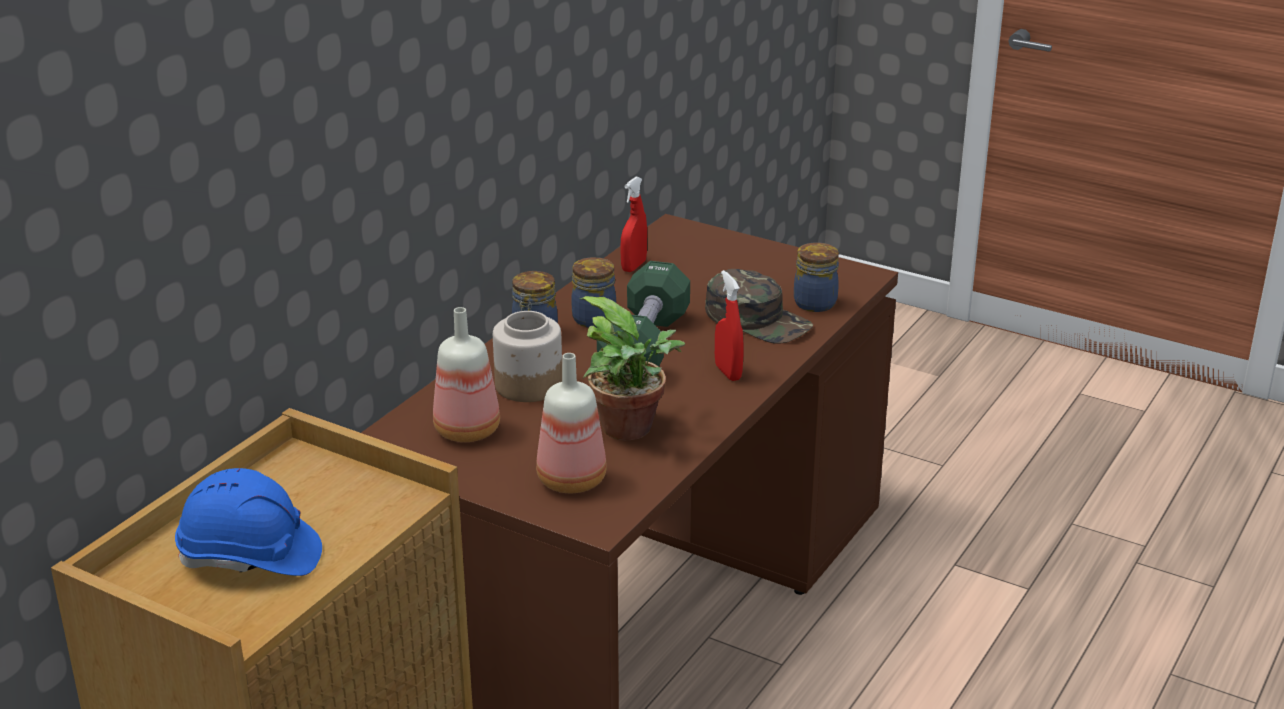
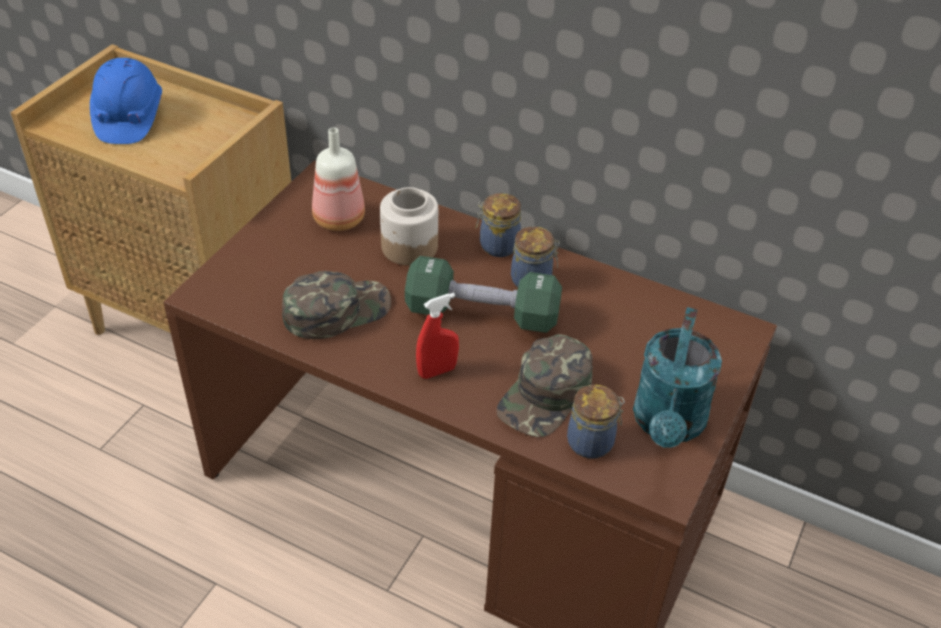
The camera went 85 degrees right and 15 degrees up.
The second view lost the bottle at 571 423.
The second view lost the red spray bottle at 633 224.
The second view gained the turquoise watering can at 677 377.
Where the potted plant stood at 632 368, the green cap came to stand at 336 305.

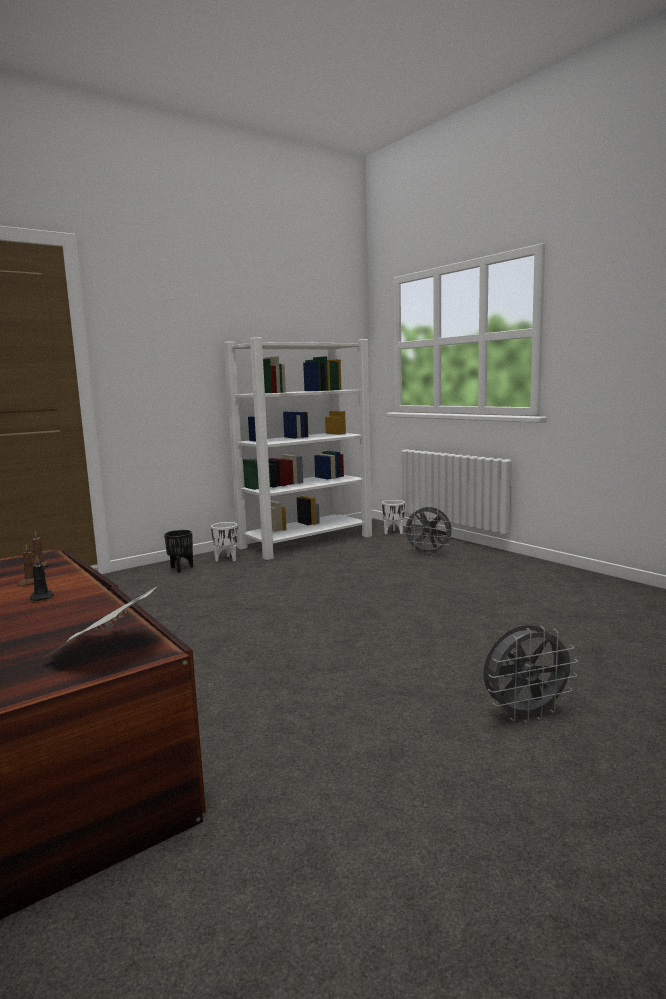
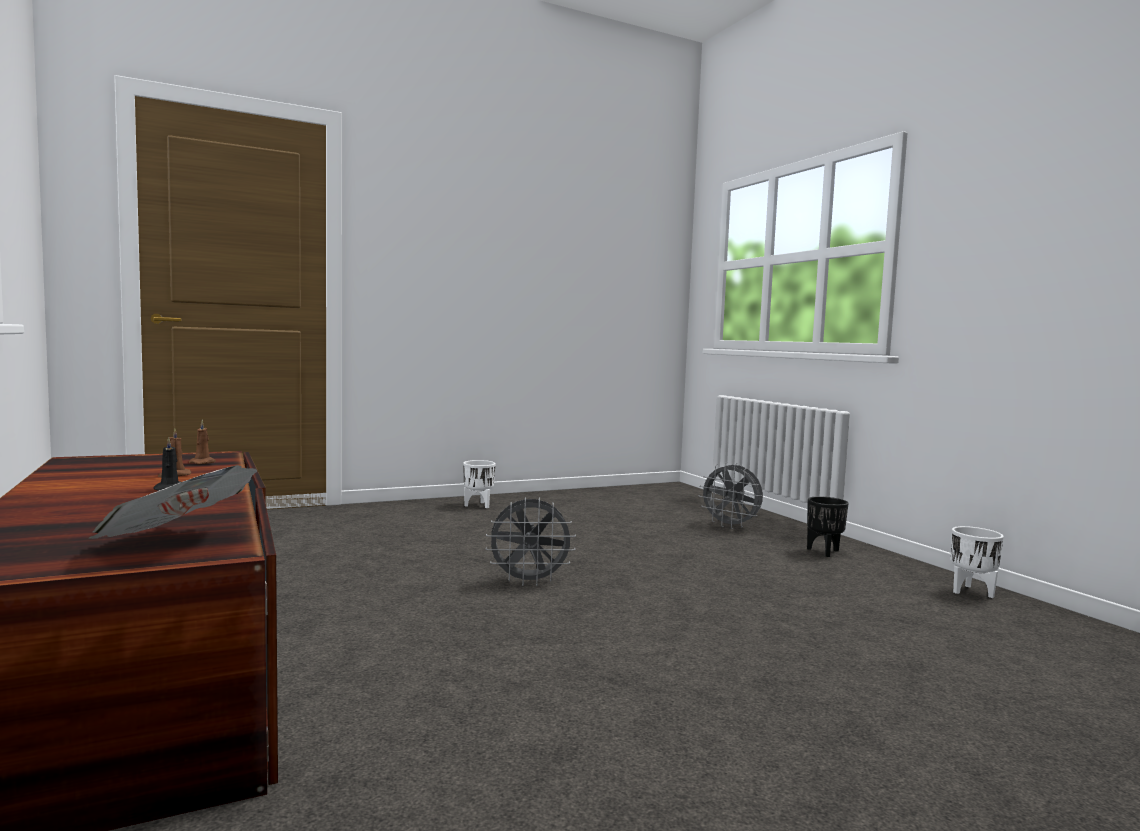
The camera went 10 degrees right and 5 degrees down.
The second view lost the white bookcase at 298 448.
The black planter ended up elsewhere, having gone from 178 551 to 828 526.
The white planter ended up elsewhere, having gone from 393 517 to 977 562.
The grey fan ended up elsewhere, having gone from 531 674 to 531 541.

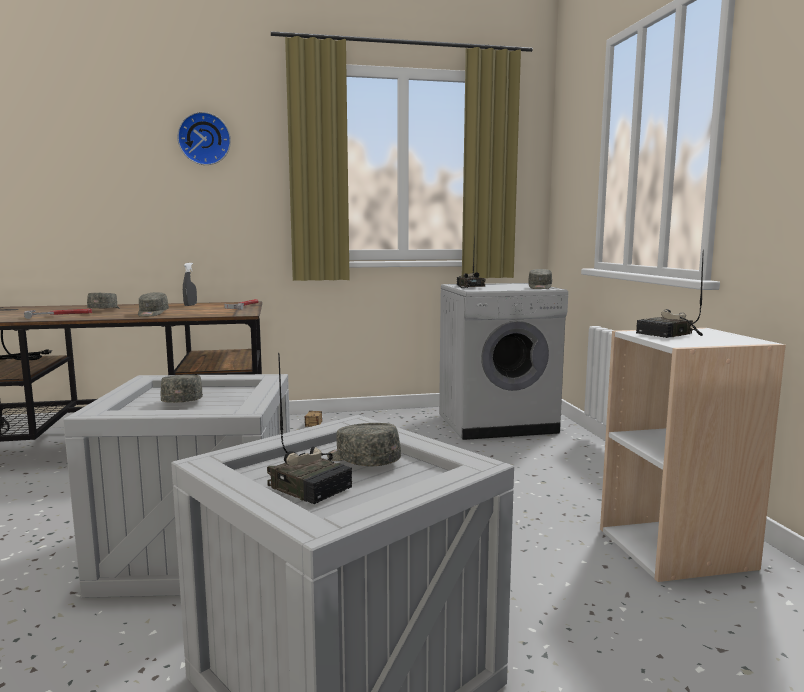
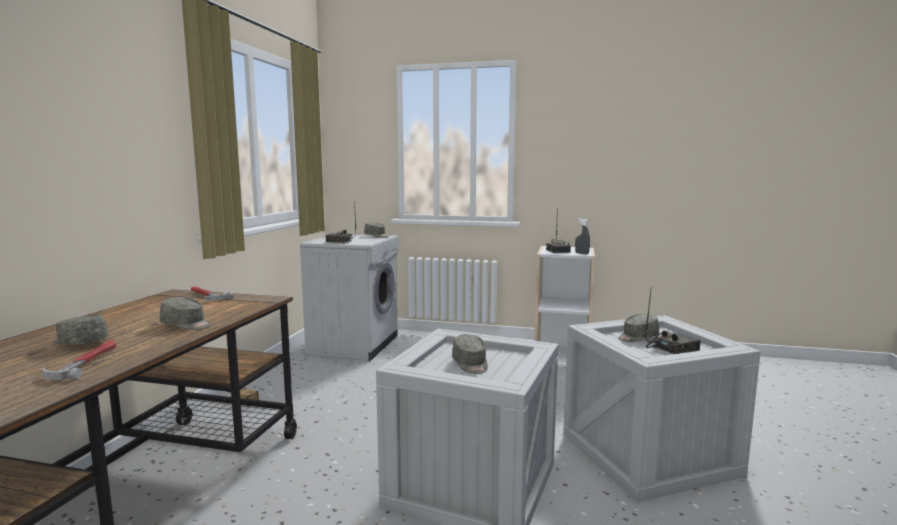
The camera went 65 degrees left and 0 degrees up.
The second view lost the wall clock at 204 138.
The grey spray bottle ended up elsewhere, having gone from 190 284 to 582 236.
The grey cap at 182 389 ended up facing another way, 120 degrees counterclockwise from before.

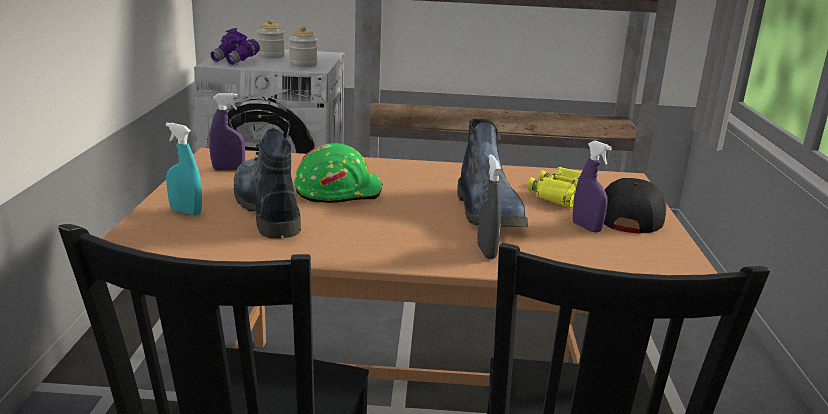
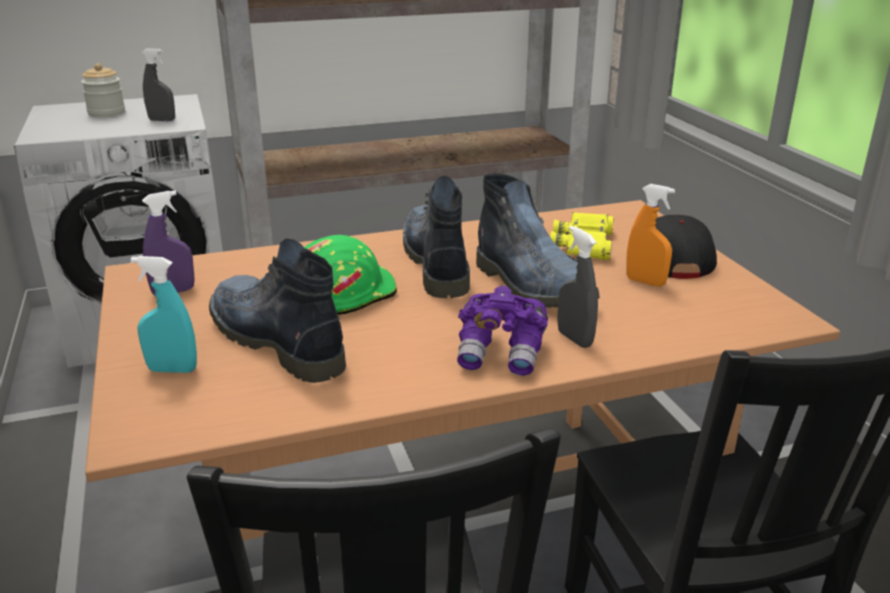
The camera went 20 degrees left and 5 degrees up.
The second view gained the boot at 436 236.
The purple binoculars ended up elsewhere, having gone from 235 46 to 502 331.
Where the jar stood at 303 46, the grey spray bottle came to stand at 158 84.
What was the purple spray bottle at 592 187 turned into the orange spray bottle at 650 235.

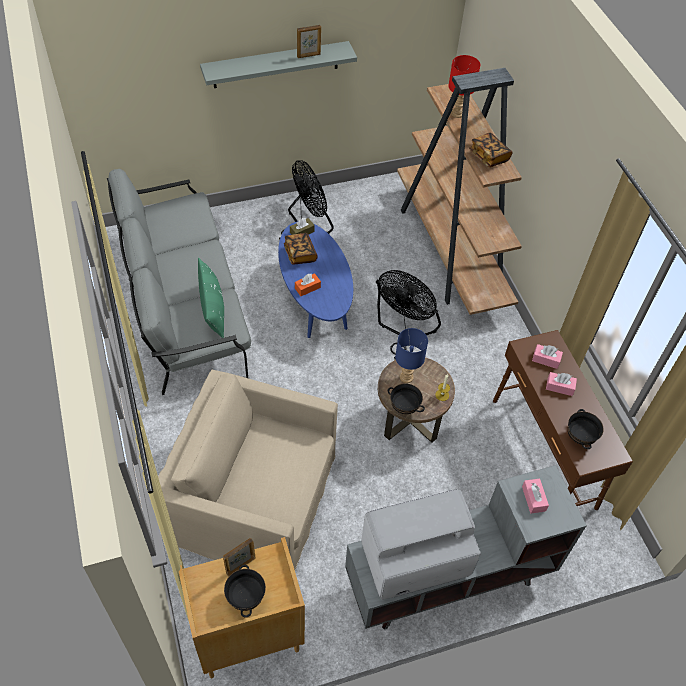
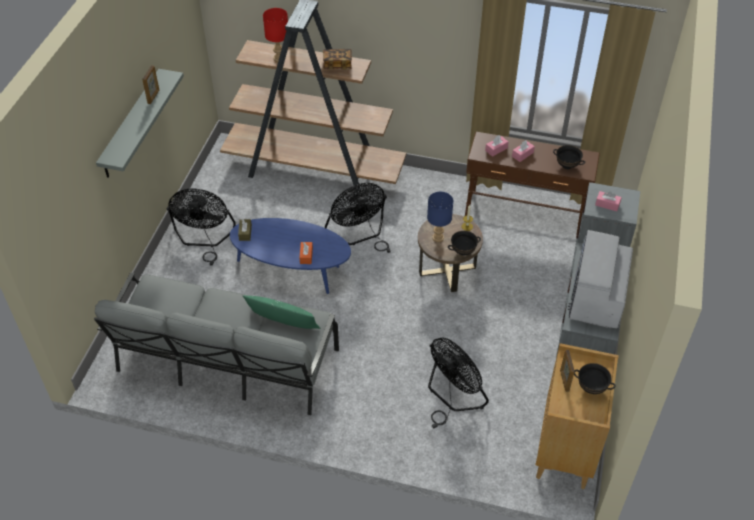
The camera went 55 degrees left and 5 degrees down.
The second view lost the book at 301 249.
Where the beige armchair stood at 248 470, the black fan came to stand at 458 383.

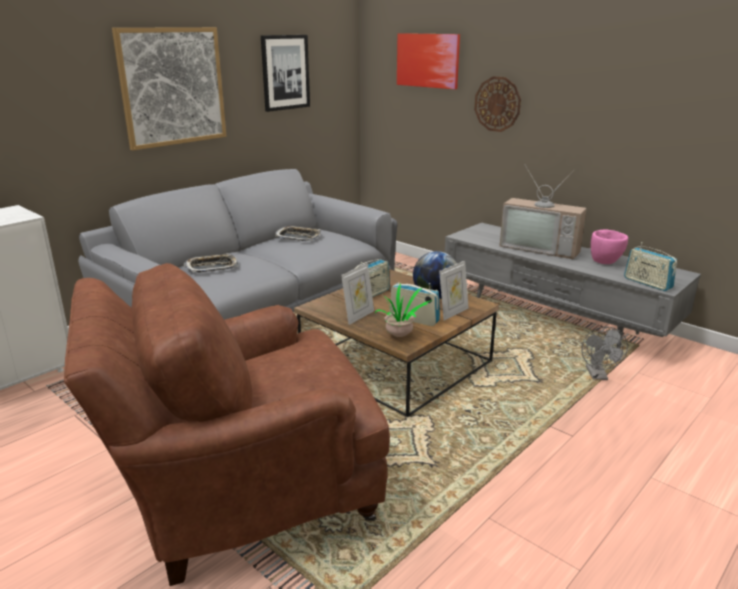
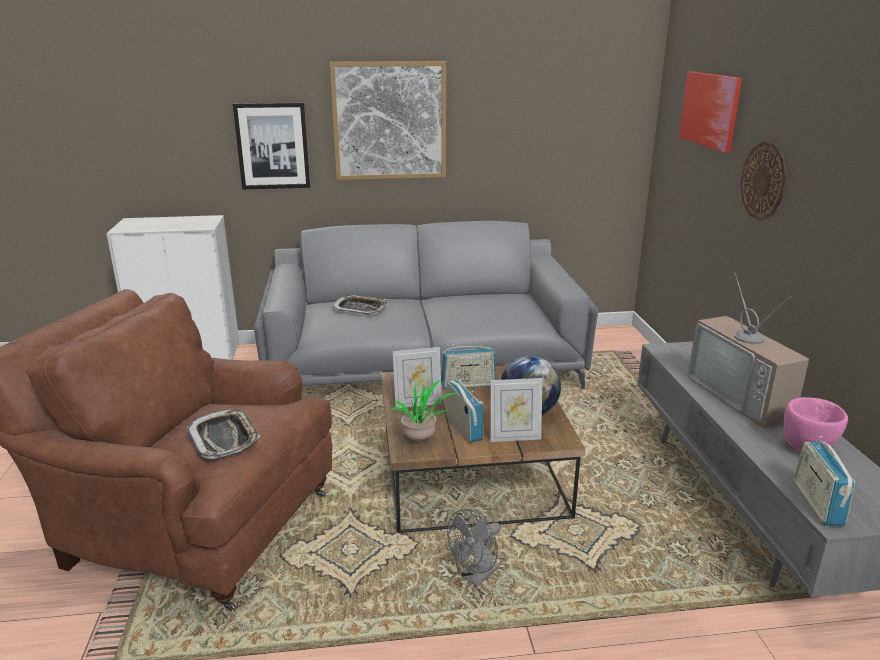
The camera went 40 degrees right and 0 degrees up.
The picture ended up elsewhere, having gone from 285 73 to 271 146.
The tray ended up elsewhere, having gone from 298 233 to 223 434.
The grey fan ended up elsewhere, having gone from 605 353 to 474 548.

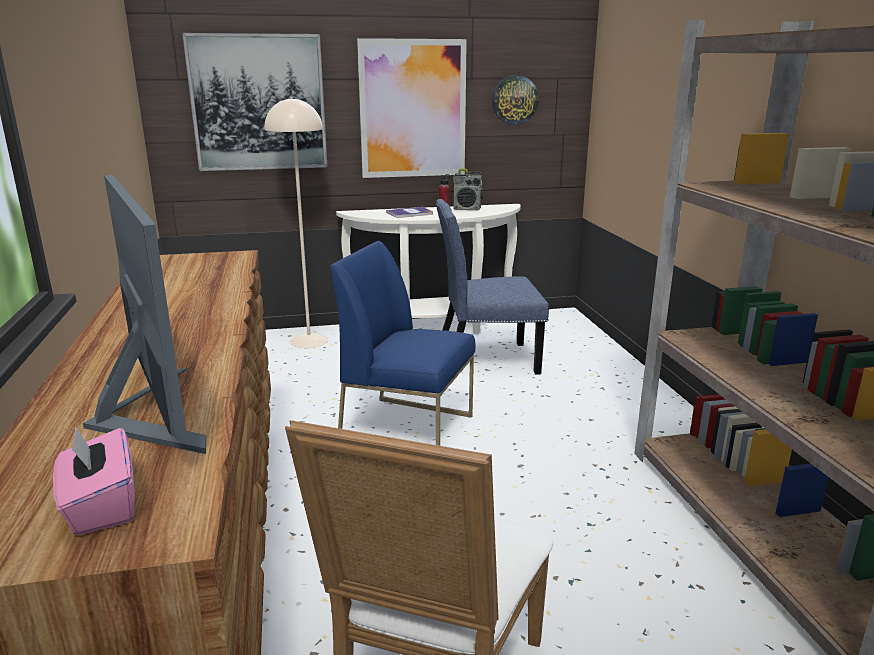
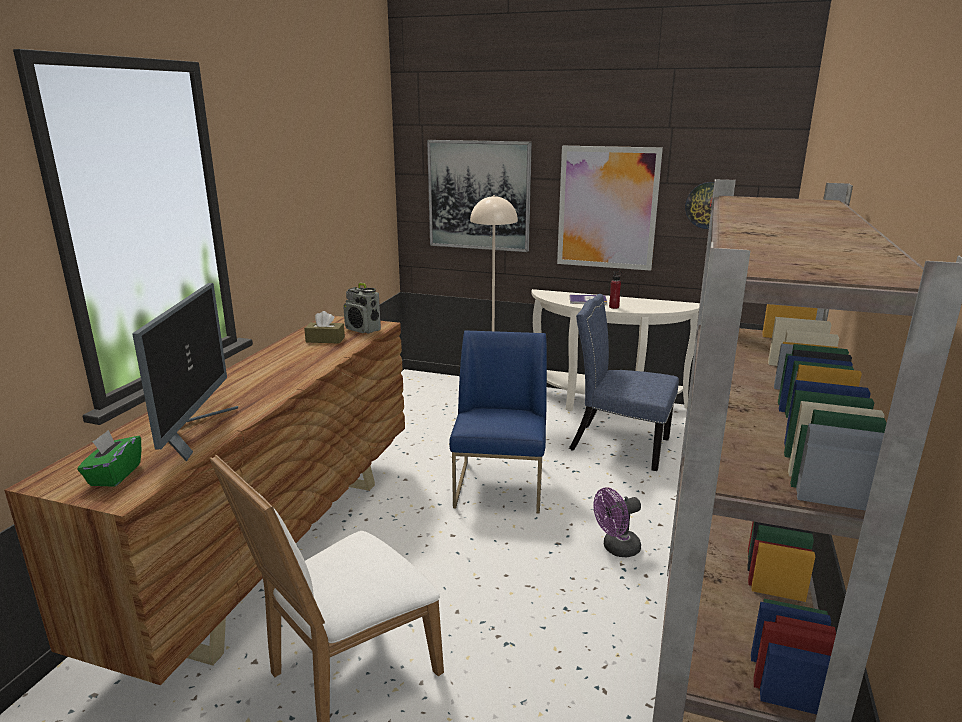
The camera went 30 degrees right and 0 degrees up.
The second view gained the brown tissue box at 324 327.
The second view gained the purple fan at 617 522.
The radio ended up elsewhere, having gone from 468 189 to 362 308.
What was the pink tissue box at 94 480 turned into the green tissue box at 109 458.
The blue chair at 402 343 ended up facing another way, 45 degrees clockwise from before.

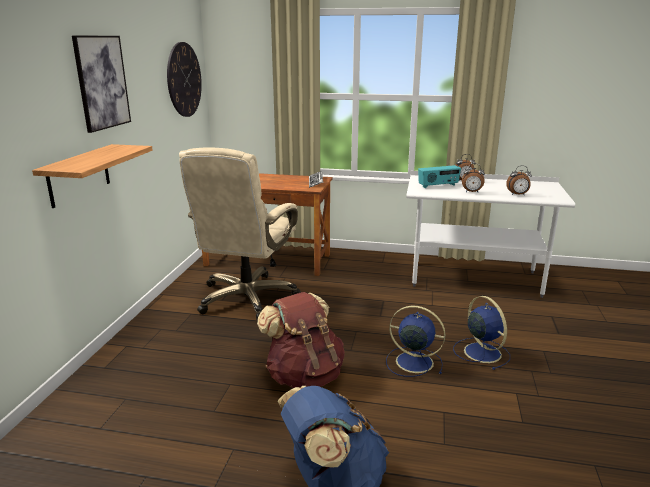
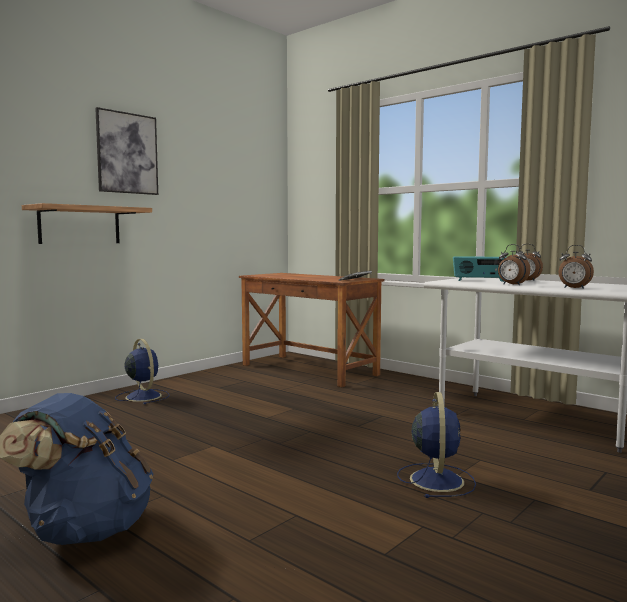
The camera went 30 degrees right and 15 degrees down.
The second view lost the wall clock at 184 79.
The second view lost the beige office chair at 240 233.
The second view lost the brown backpack at 301 340.
The blue fan ended up elsewhere, having gone from 416 341 to 142 371.

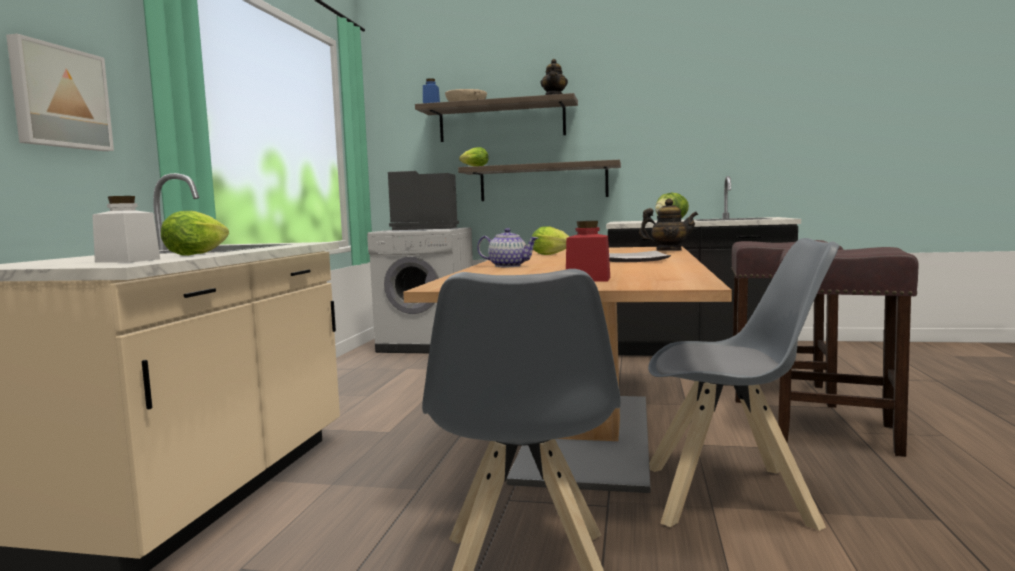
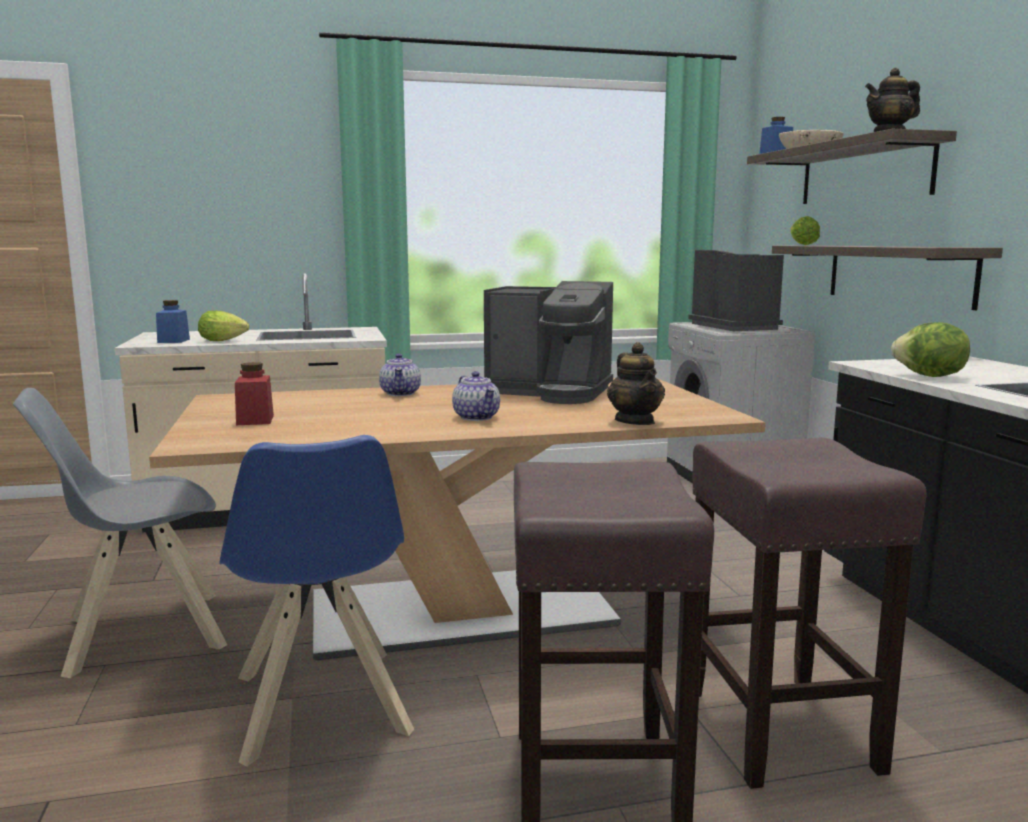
The camera went 65 degrees right and 5 degrees up.
The second view lost the picture at 60 92.
Where the lettuce stood at 551 240, the coffee machine came to stand at 548 342.
Where the plate stood at 640 256, the teapot came to stand at 476 396.
What was the white jar at 126 229 turned into the blue jar at 173 321.
What was the grey chair at 743 384 turned into the blue chair at 316 600.

